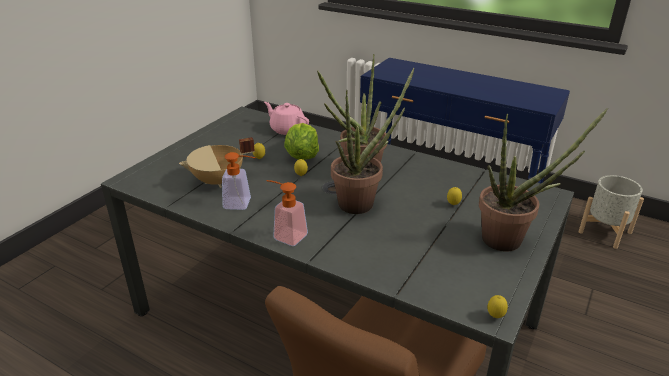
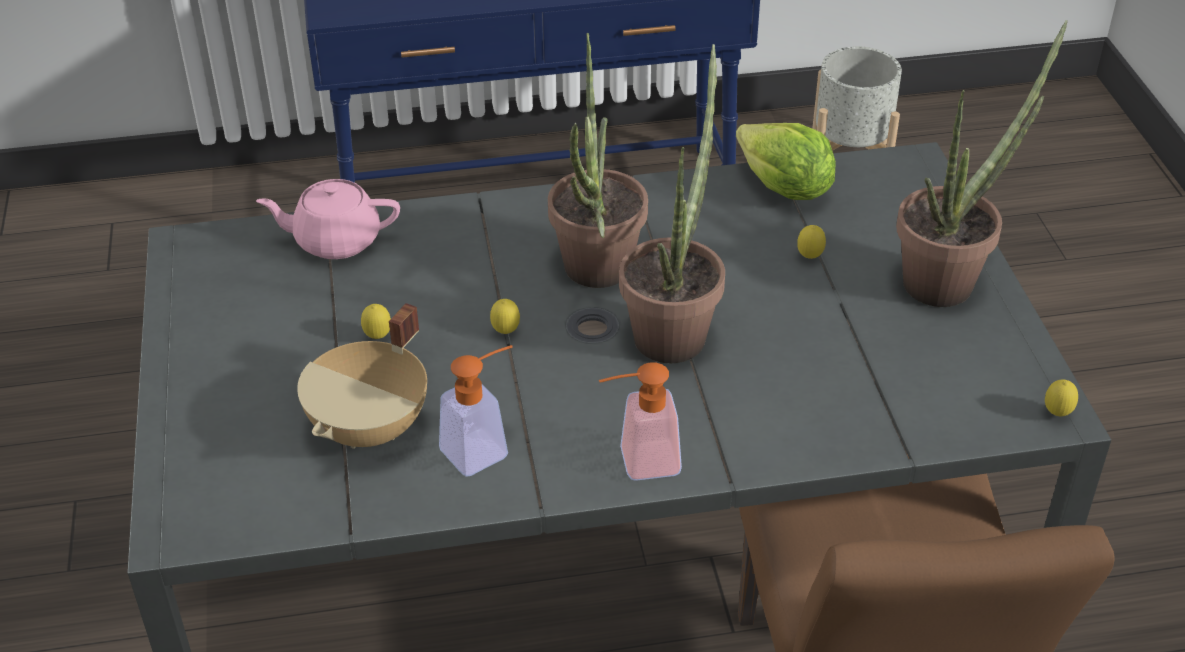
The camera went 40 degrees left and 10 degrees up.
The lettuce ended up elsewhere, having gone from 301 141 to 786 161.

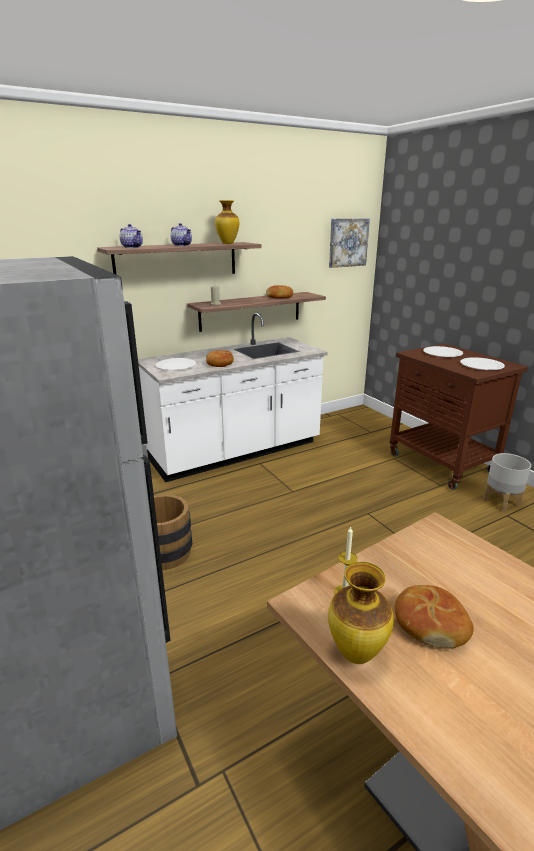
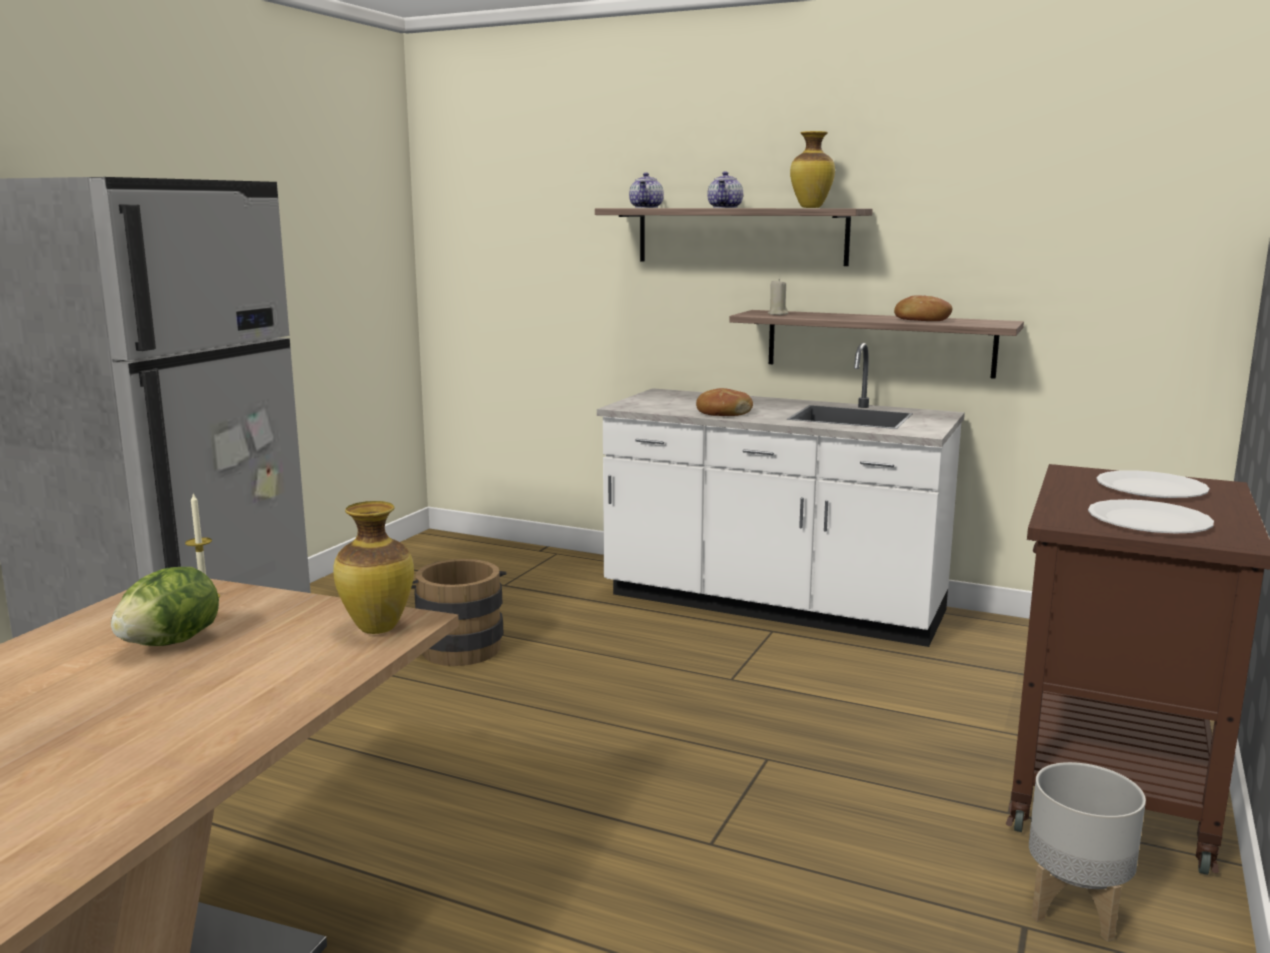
The camera went 55 degrees right and 10 degrees down.
The second view lost the white plate at 176 364.
The second view lost the picture at 349 243.
The vase ended up elsewhere, having gone from 361 613 to 373 567.
Where the bread stood at 434 617, the lettuce came to stand at 165 606.

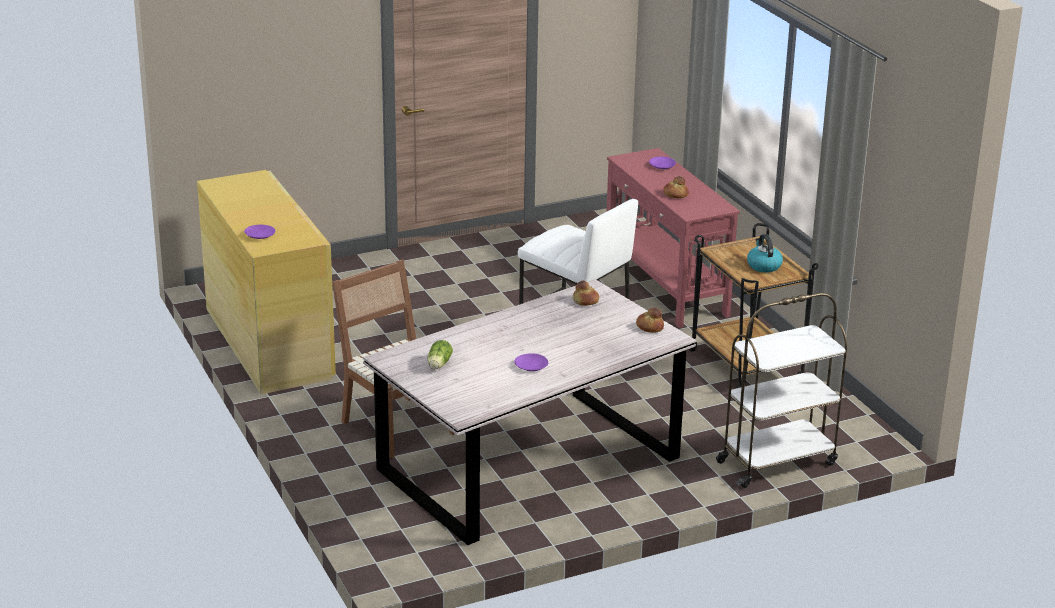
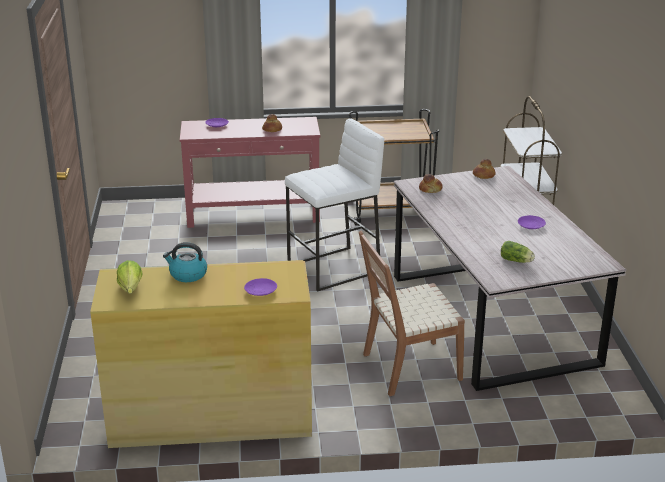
The camera went 70 degrees left and 0 degrees up.
The second view gained the lettuce at 129 277.
The kettle ended up elsewhere, having gone from 765 253 to 185 262.

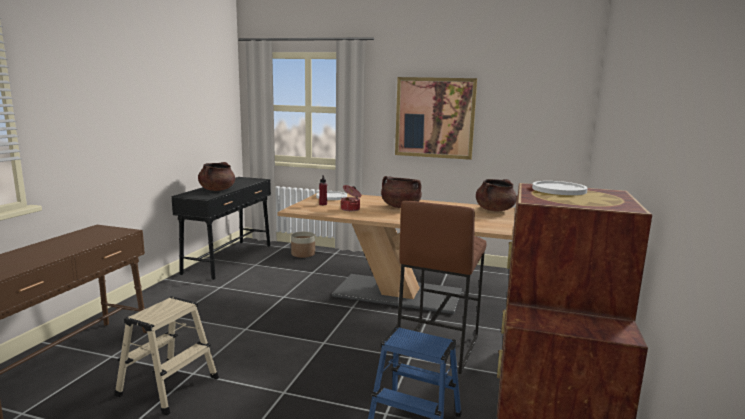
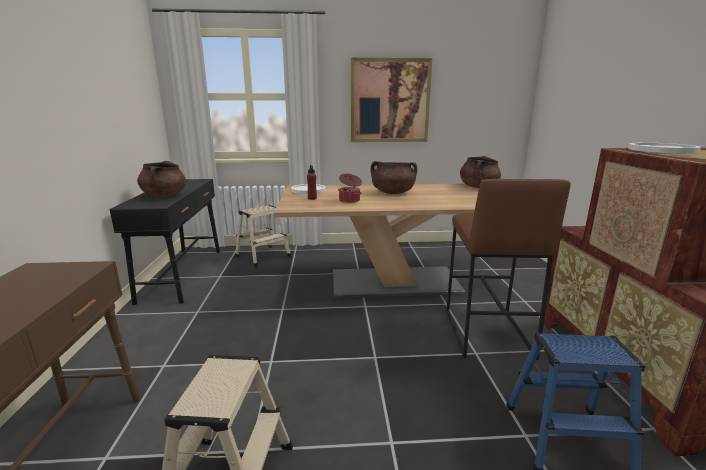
The camera went 20 degrees left and 5 degrees up.
Where the planter stood at 303 245, the beige step ladder came to stand at 263 236.

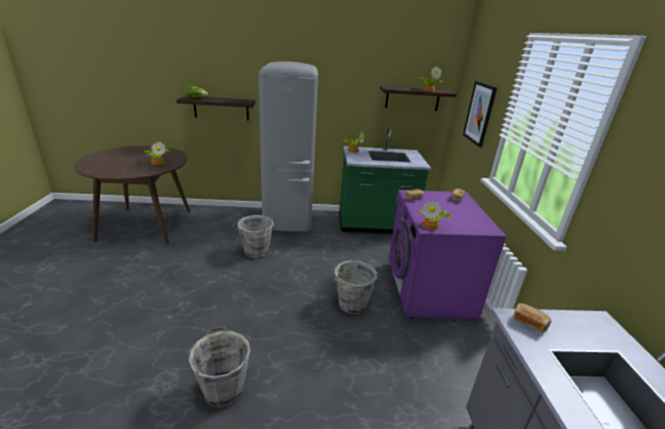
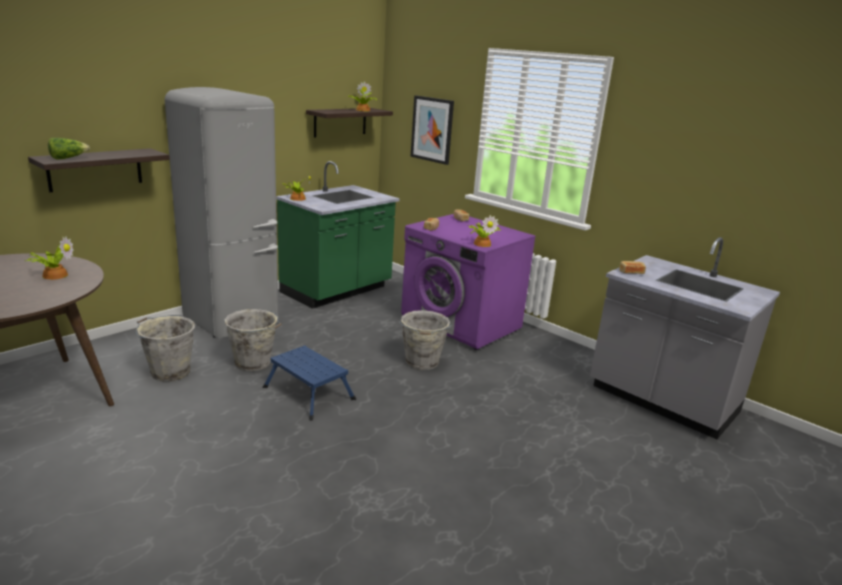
The camera went 45 degrees left and 5 degrees down.
The second view gained the blue step ladder at 309 383.
The grey bucket ended up elsewhere, having gone from 218 367 to 165 348.

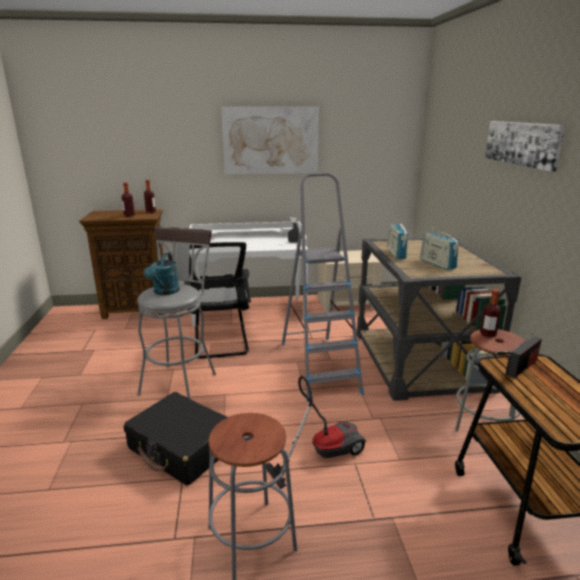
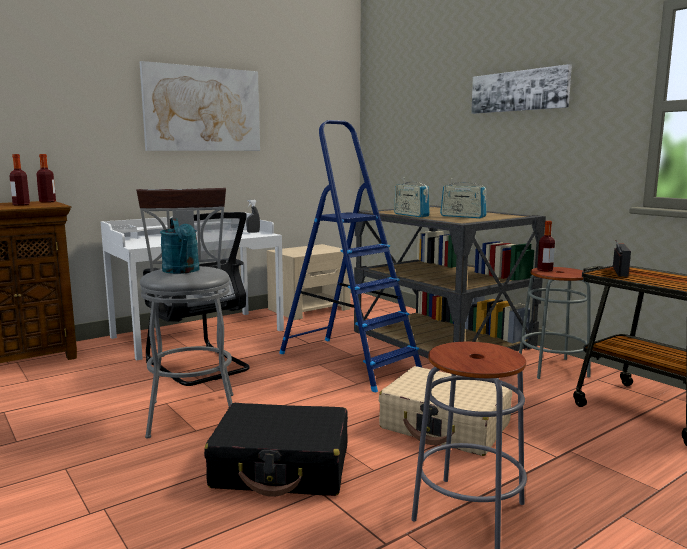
The camera went 30 degrees left and 10 degrees down.
Where the vacuum cleaner stood at 316 432, the beige suitcase came to stand at 445 411.
What was the grey step ladder at 323 287 turned into the blue step ladder at 350 256.

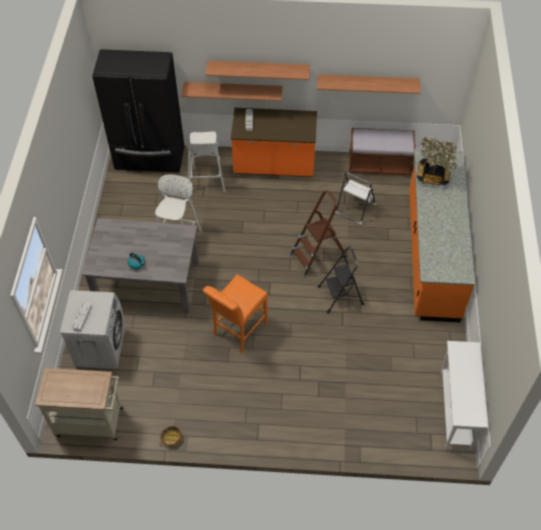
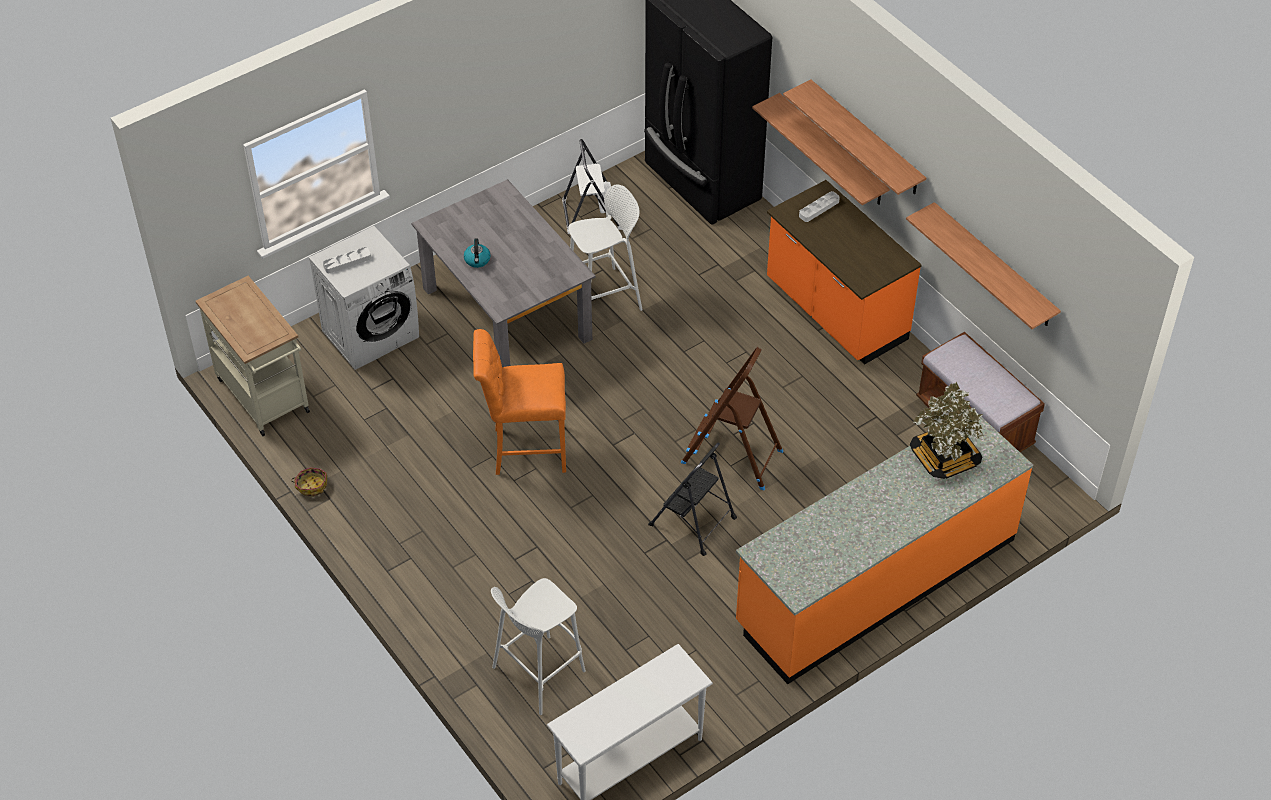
The camera went 50 degrees right and 5 degrees down.
The white stool ended up elsewhere, having gone from 205 162 to 538 646.
The white step ladder ended up elsewhere, having gone from 356 198 to 592 186.

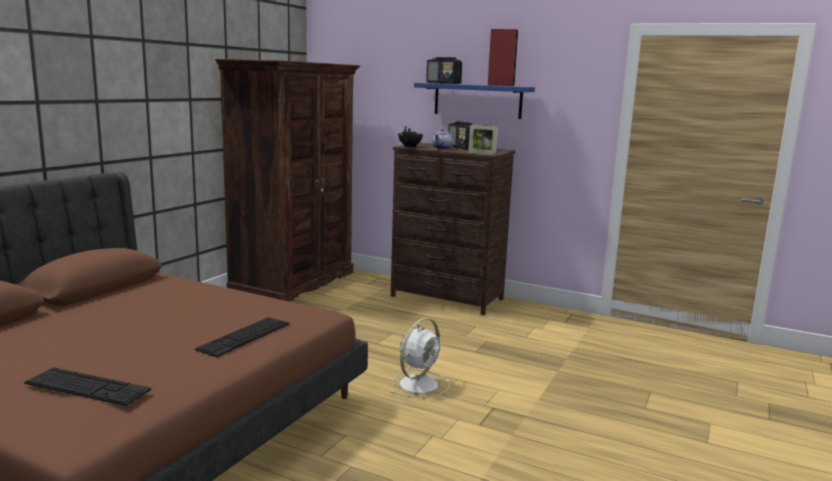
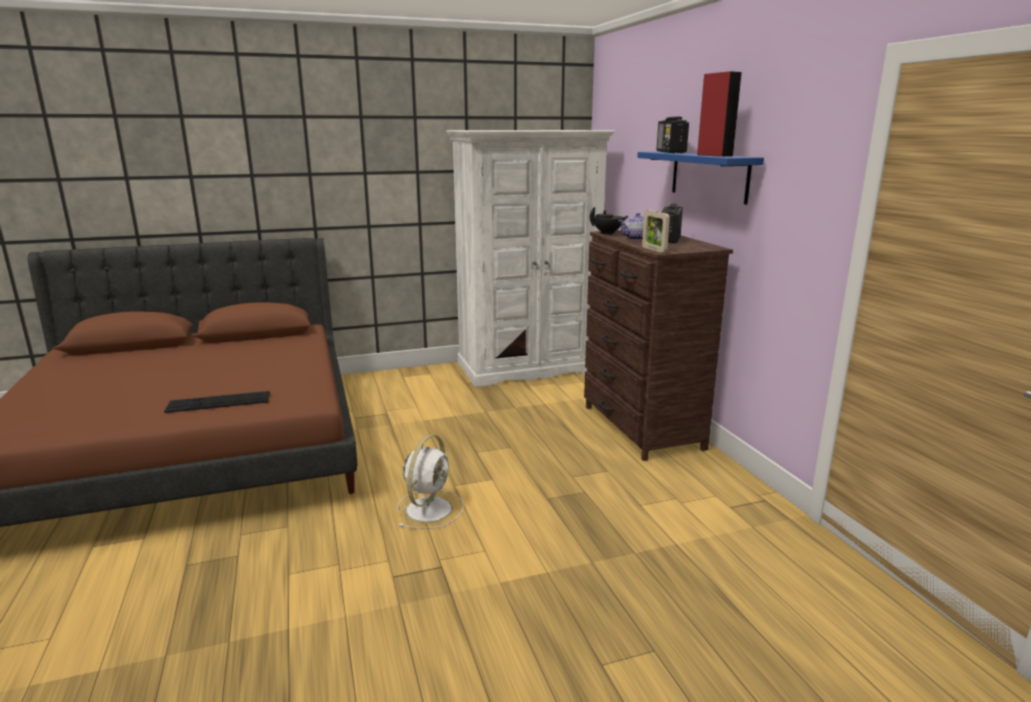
The camera went 45 degrees right and 5 degrees up.
The second view lost the keyboard at 87 386.
What was the brown wardrobe at 287 180 turned into the white wardrobe at 530 258.
The white fan at 420 358 ended up facing another way, 60 degrees counterclockwise from before.

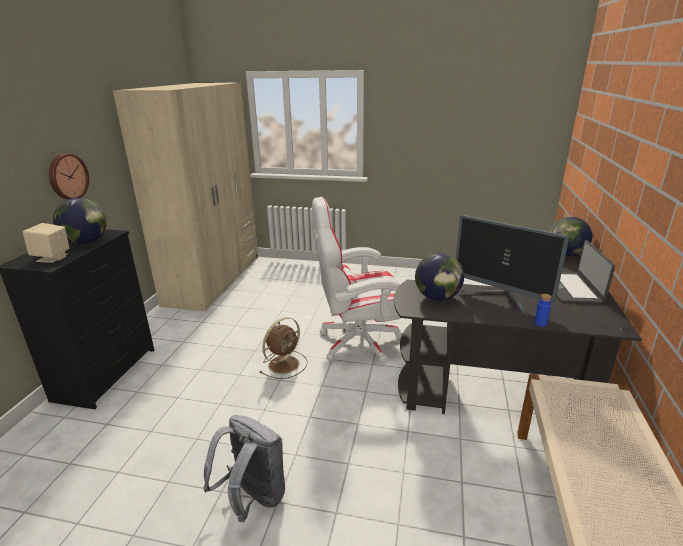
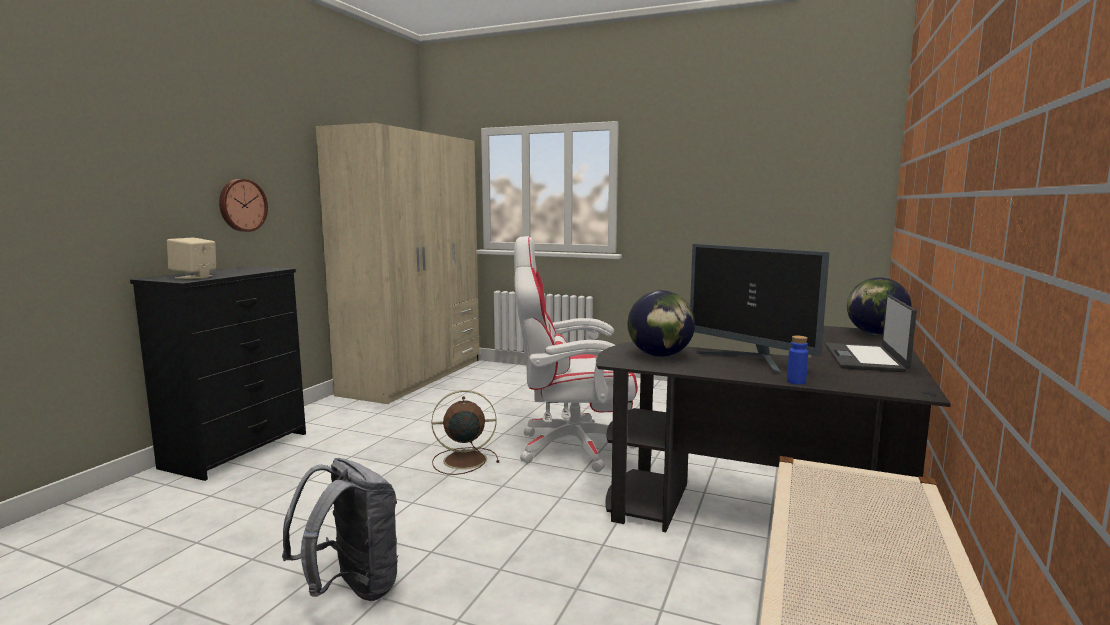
The camera went 10 degrees right and 15 degrees down.
The second view lost the globe at 79 221.
The brown fan at 284 348 ended up facing another way, 150 degrees counterclockwise from before.

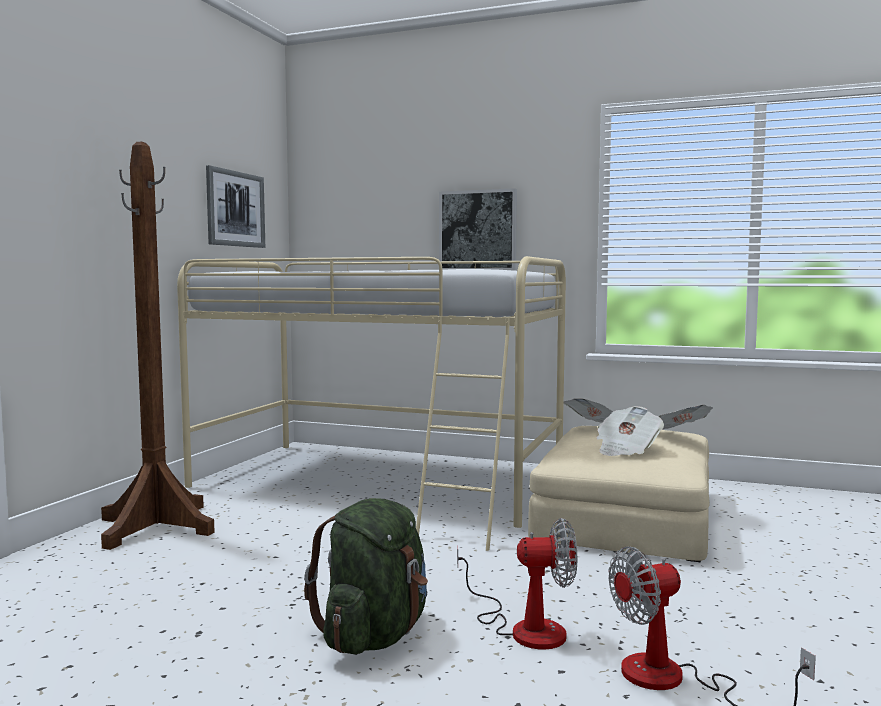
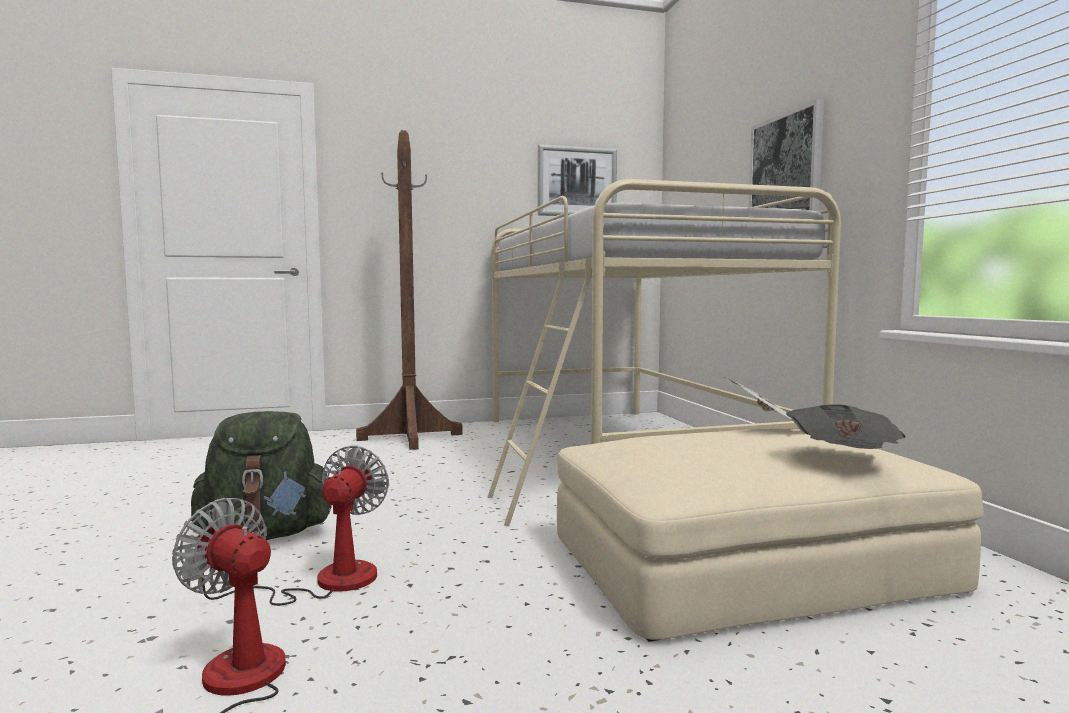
The camera went 55 degrees right and 0 degrees up.
The second view lost the newspaper at 630 431.
The fan at 517 584 ended up facing another way, 135 degrees counterclockwise from before.

